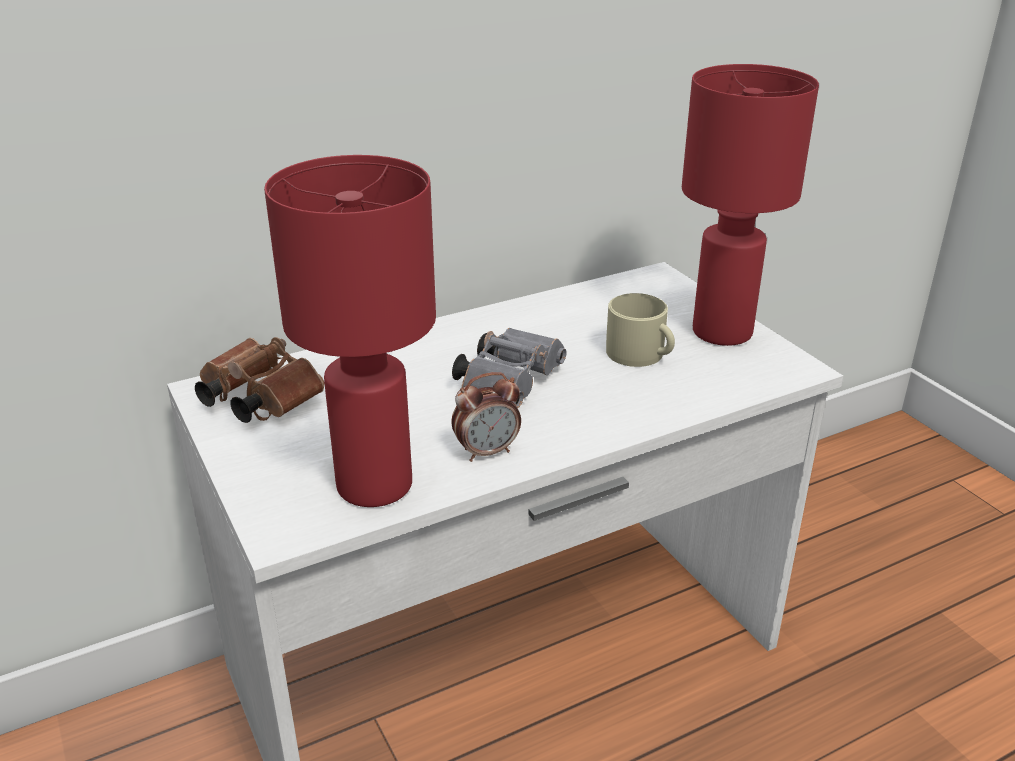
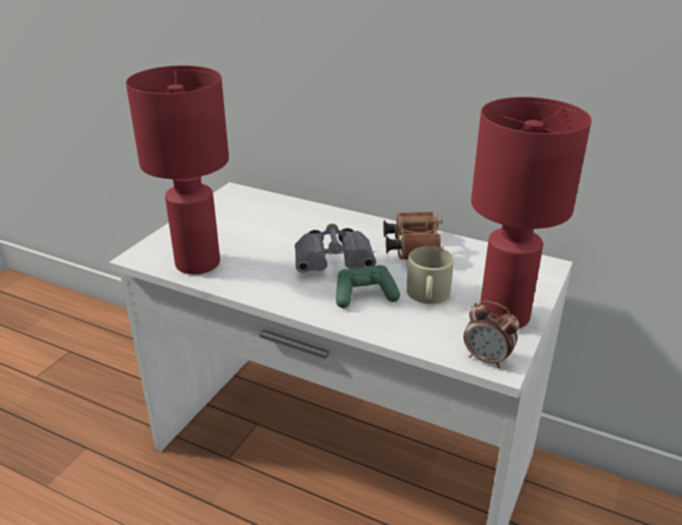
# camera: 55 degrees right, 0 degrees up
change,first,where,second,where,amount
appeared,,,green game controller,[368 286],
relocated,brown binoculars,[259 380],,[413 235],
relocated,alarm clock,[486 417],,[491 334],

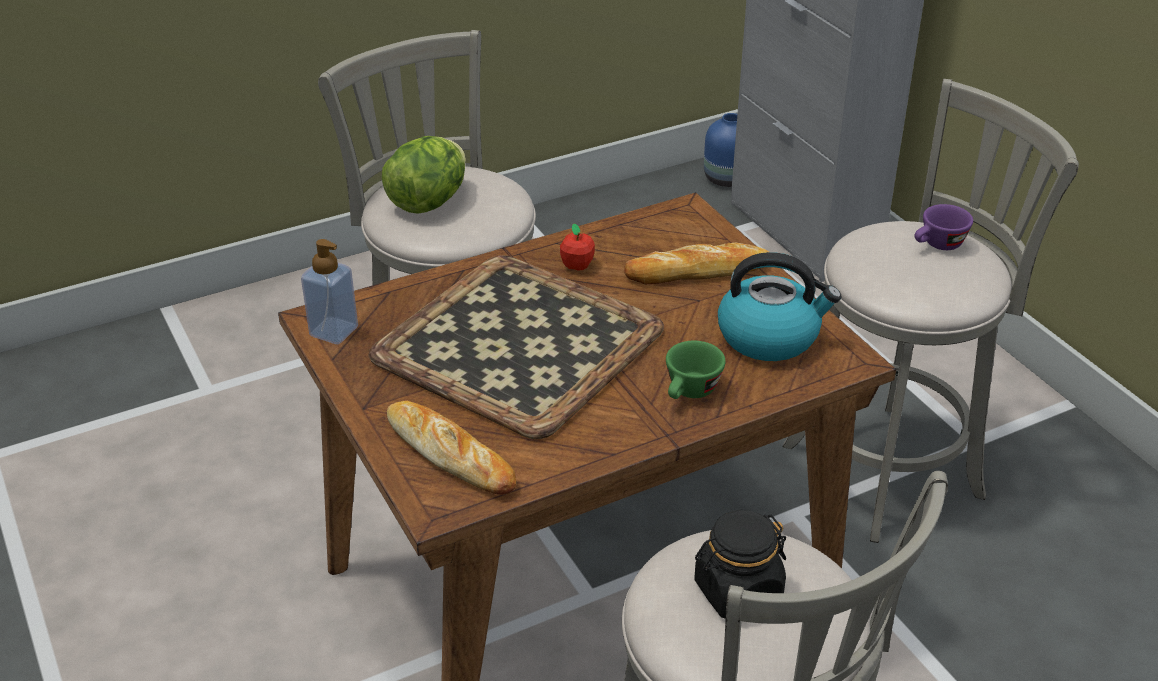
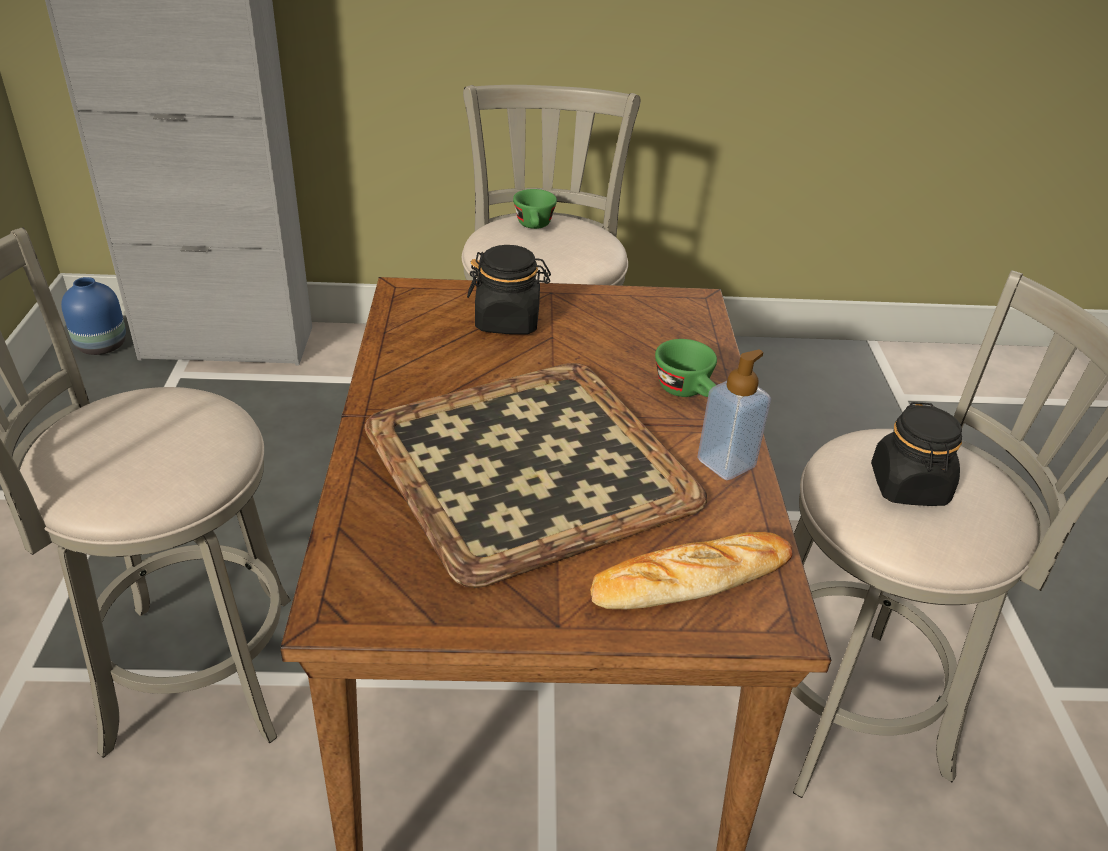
# camera: 65 degrees left, 0 degrees up
change,first,where,second,where,amount
missing,lettuce,[424 175],,,
missing,apple,[577 247],,,
missing,kettle,[779 306],,,
relocated,soap dispenser,[329 291],,[734 415],
exchanged,bread,[696 263],black jar,[509 289],
colour,purple cup,[943 227],green cup,[535 209],

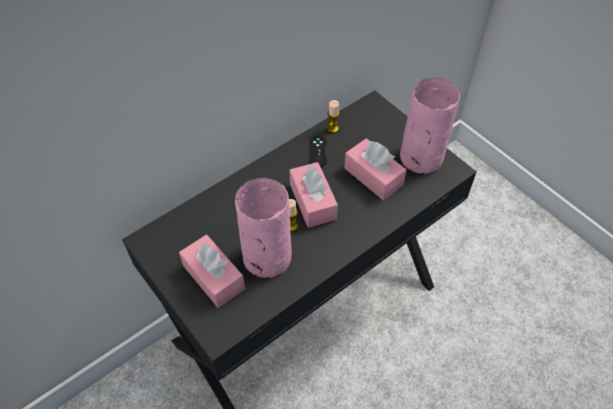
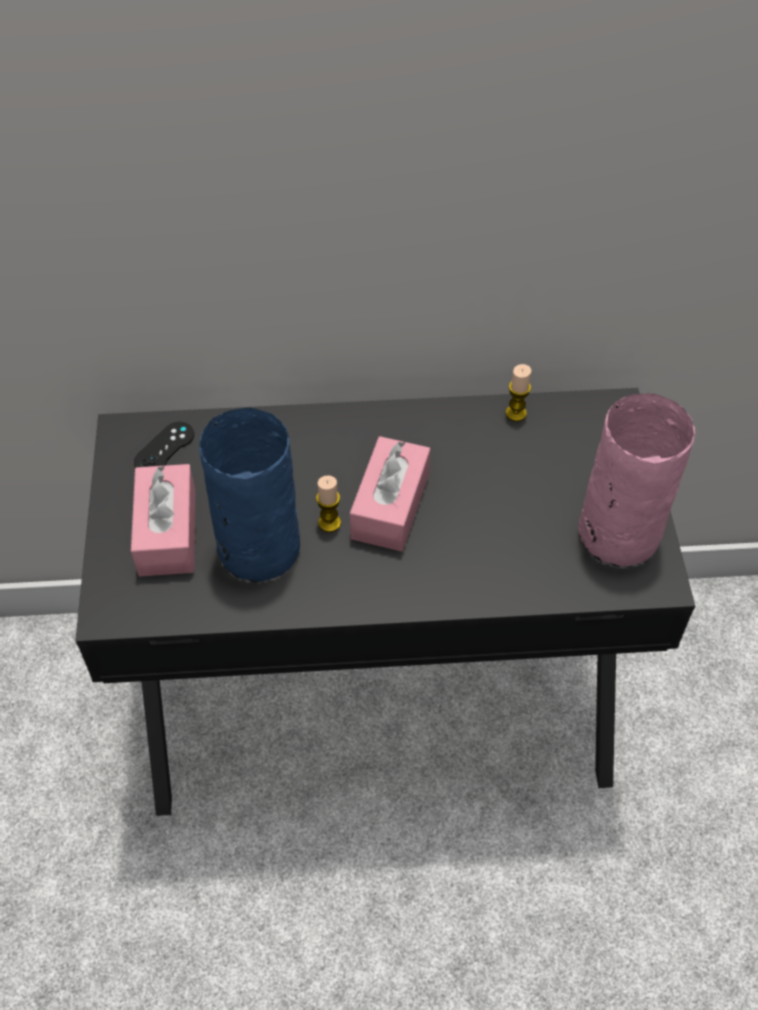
# camera: 35 degrees right, 0 degrees up
change,first,where,second,where,amount
missing,pink tissue box,[375 169],,,
relocated,black game controller,[318 151],,[164 445],
colour,pink vase,[263 228],blue vase,[249 495],

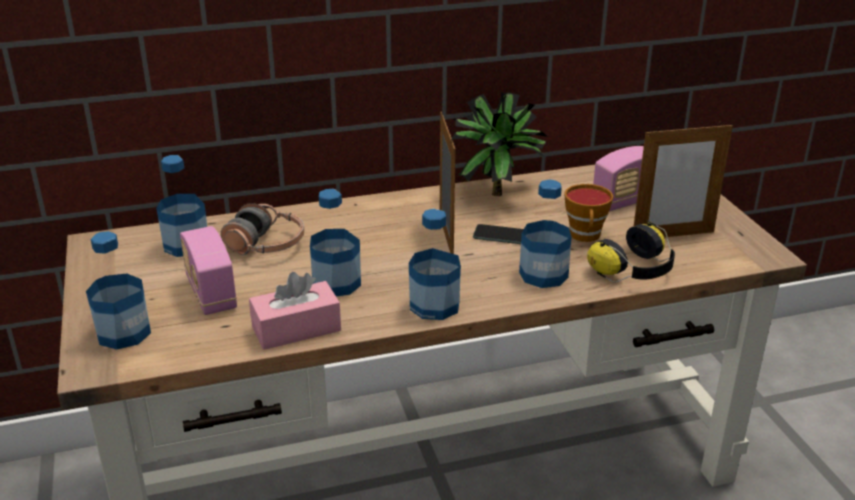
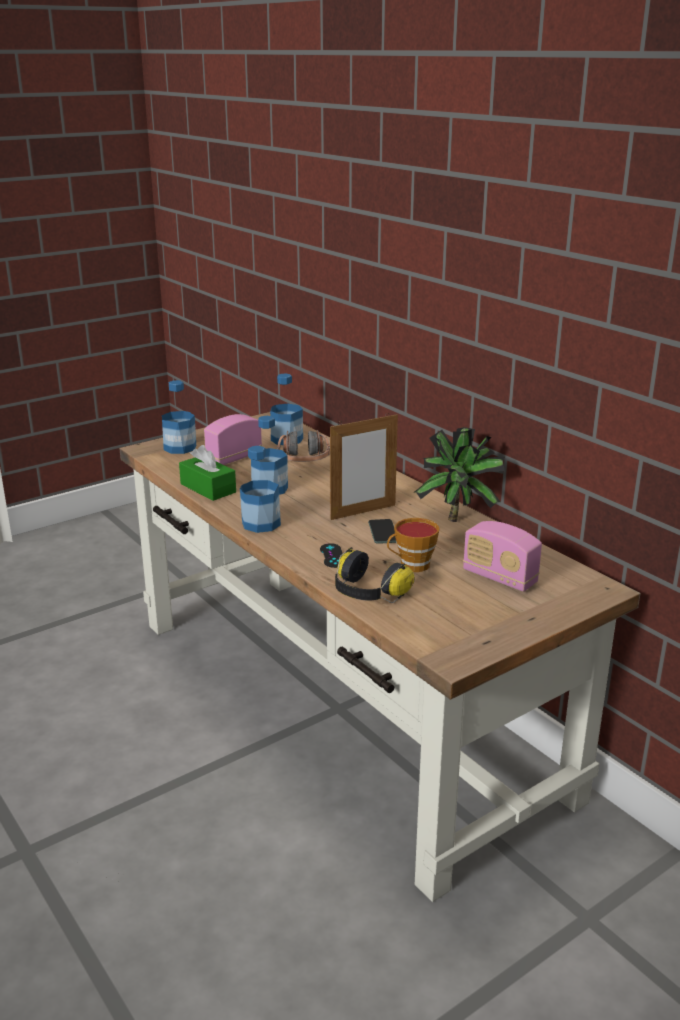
# camera: 70 degrees right, 5 degrees down
change,first,where,second,where,amount
missing,picture frame,[683 179],,,
exchanged,bottle,[545 234],black game controller,[331 555],
colour,pink tissue box,[295 311],green tissue box,[207 473],

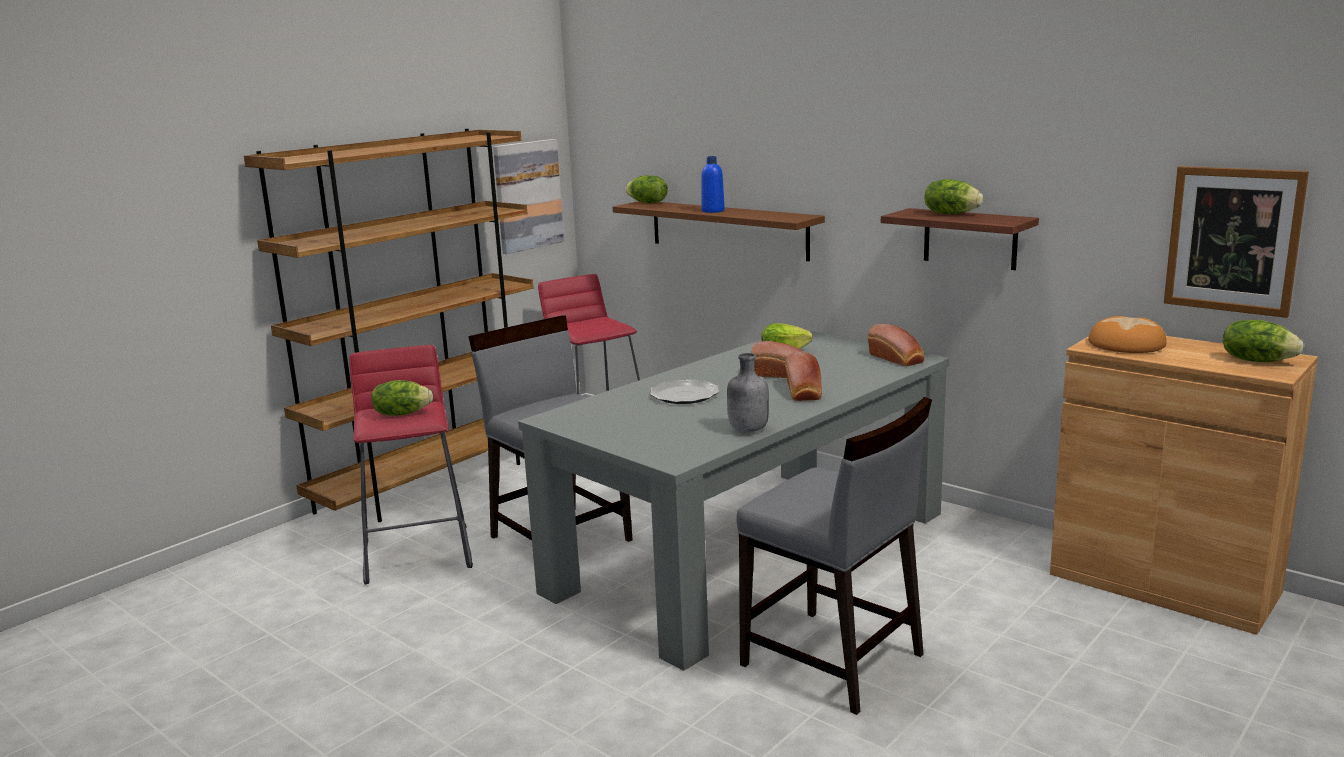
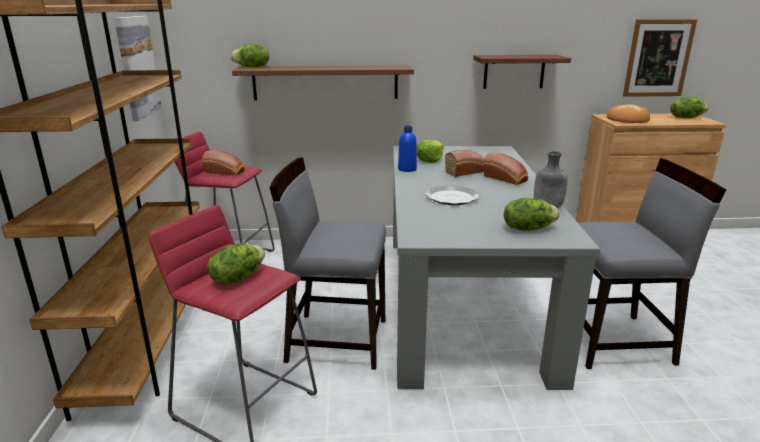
# camera: 45 degrees left, 5 degrees up
change,first,where,second,where,amount
relocated,blue bottle,[713 184],,[407 149],
relocated,bread,[896 345],,[223 163],
relocated,lettuce,[953 196],,[532 214],

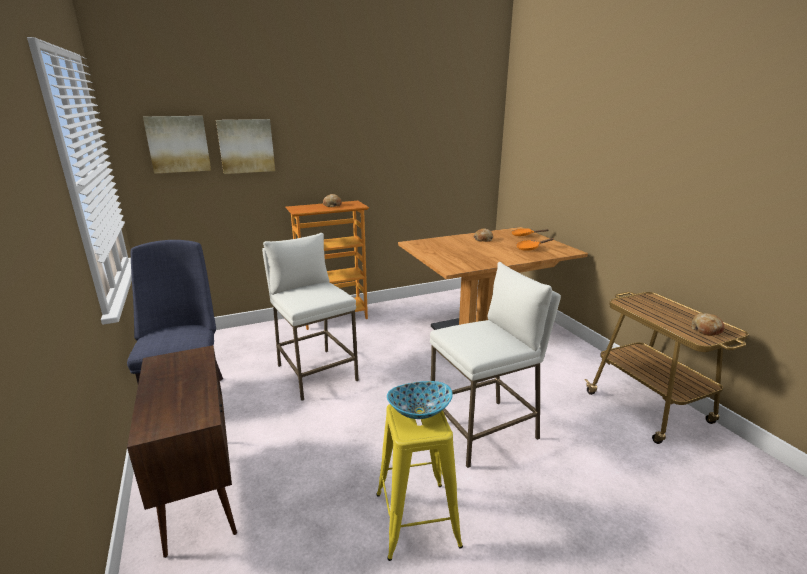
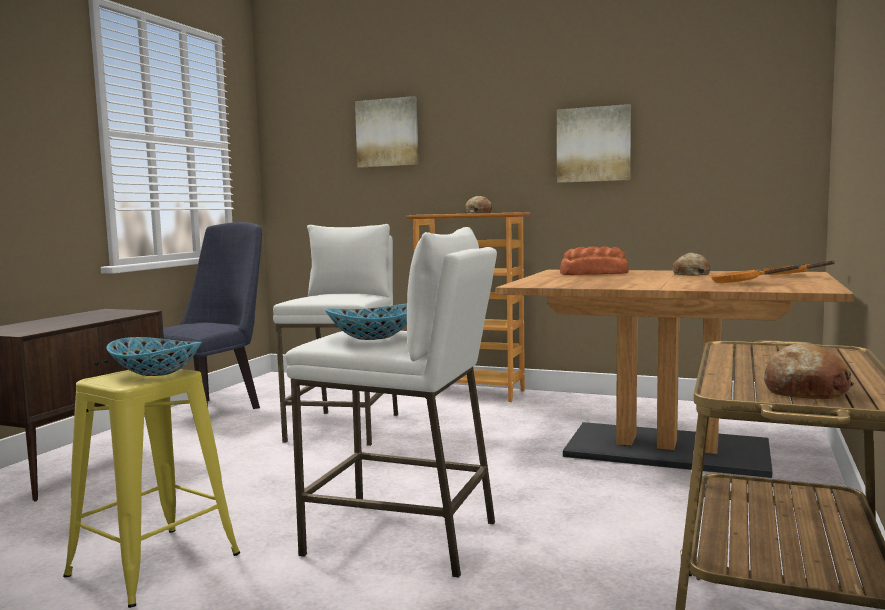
# camera: 45 degrees right, 15 degrees down
change,first,where,second,where,amount
appeared,,,bowl,[366 322],
appeared,,,bread,[594 260],
relocated,picture,[177 145],,[594 143],

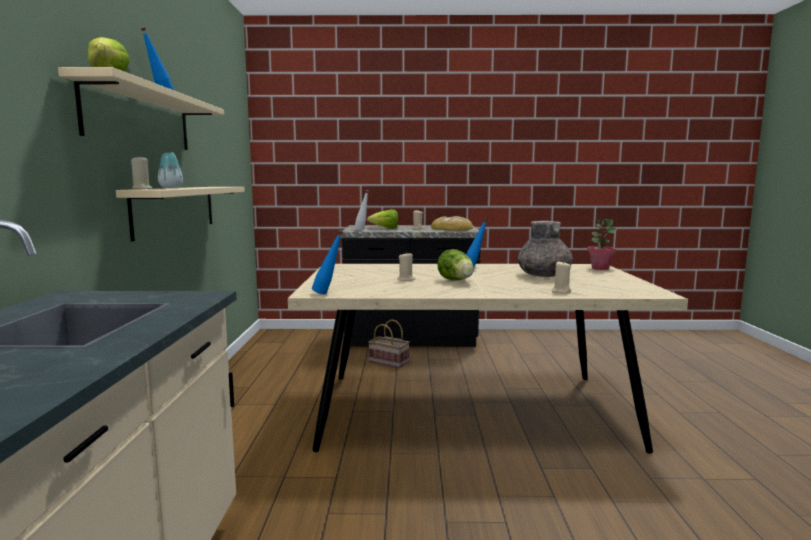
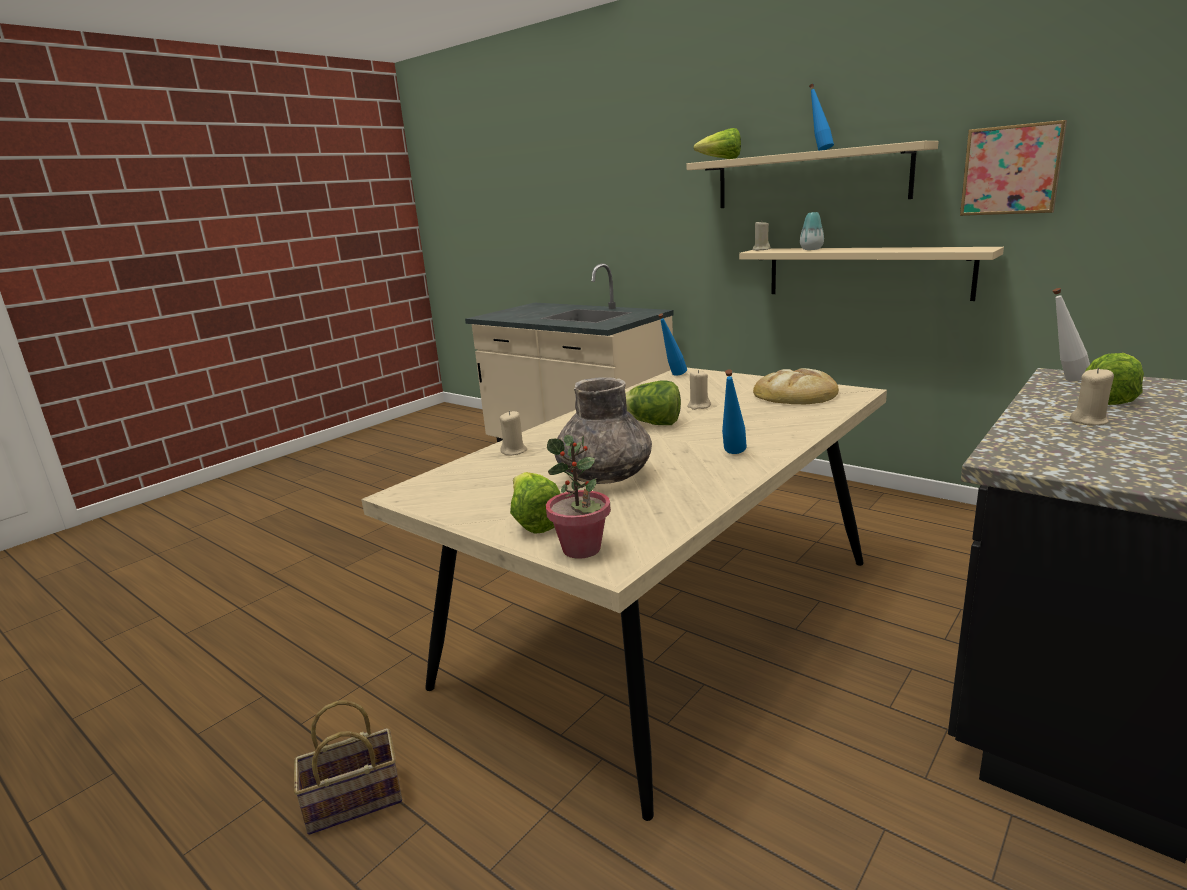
# camera: 130 degrees right, 10 degrees up
change,first,where,second,where,amount
appeared,,,lettuce,[535 503],
appeared,,,picture,[1013 168],
relocated,basket,[388 343],,[348 768],
relocated,bread,[452 223],,[796 386],

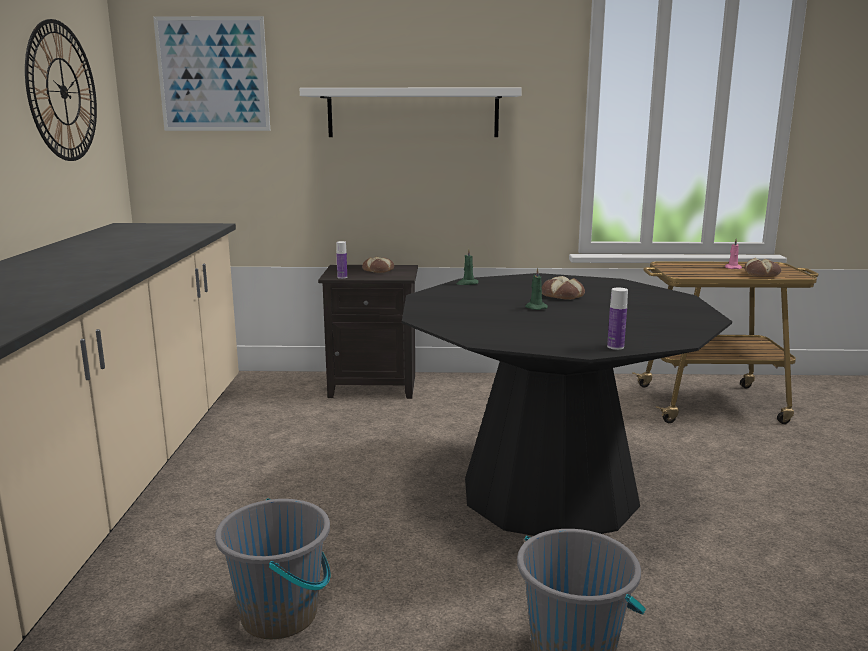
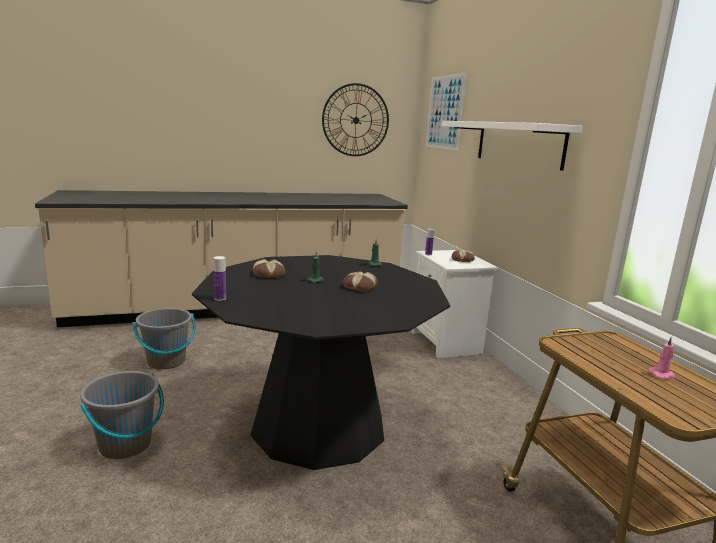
# camera: 70 degrees right, 0 degrees up
change,first,where,second,where,amount
relocated,bread,[762 267],,[268 268],
colour,black nightstand,[368 332],white nightstand,[455 304],

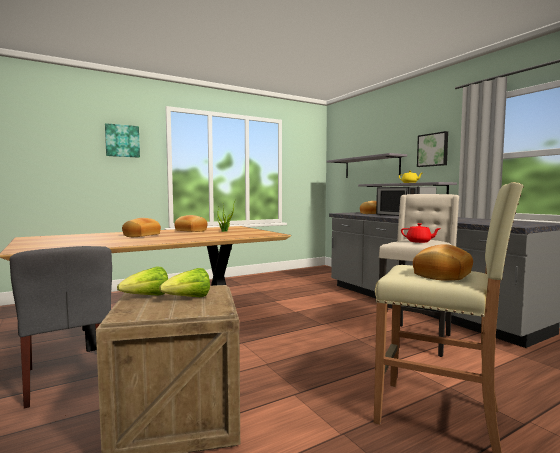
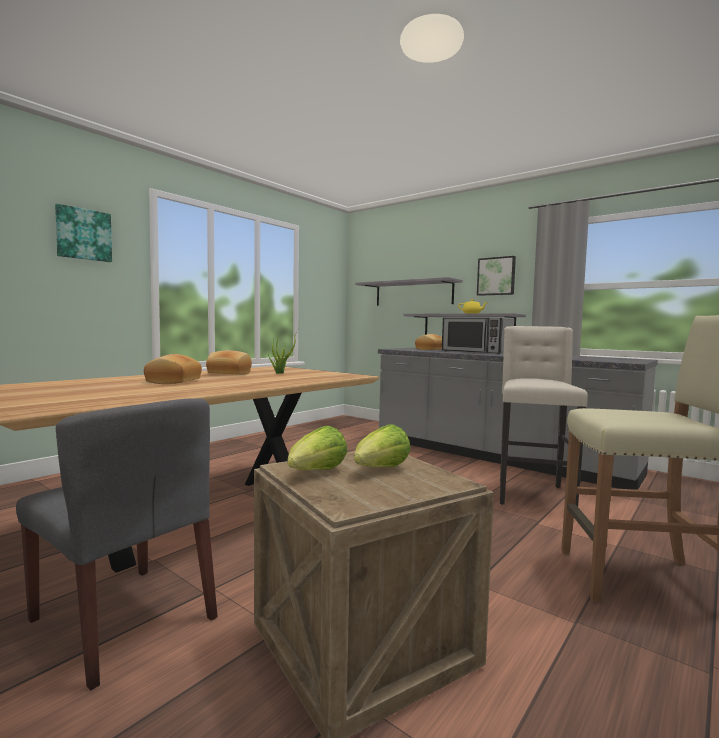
# camera: 20 degrees left, 0 degrees up
change,first,where,second,where,amount
missing,red teapot,[421 233],,,
missing,bread,[443 262],,,

